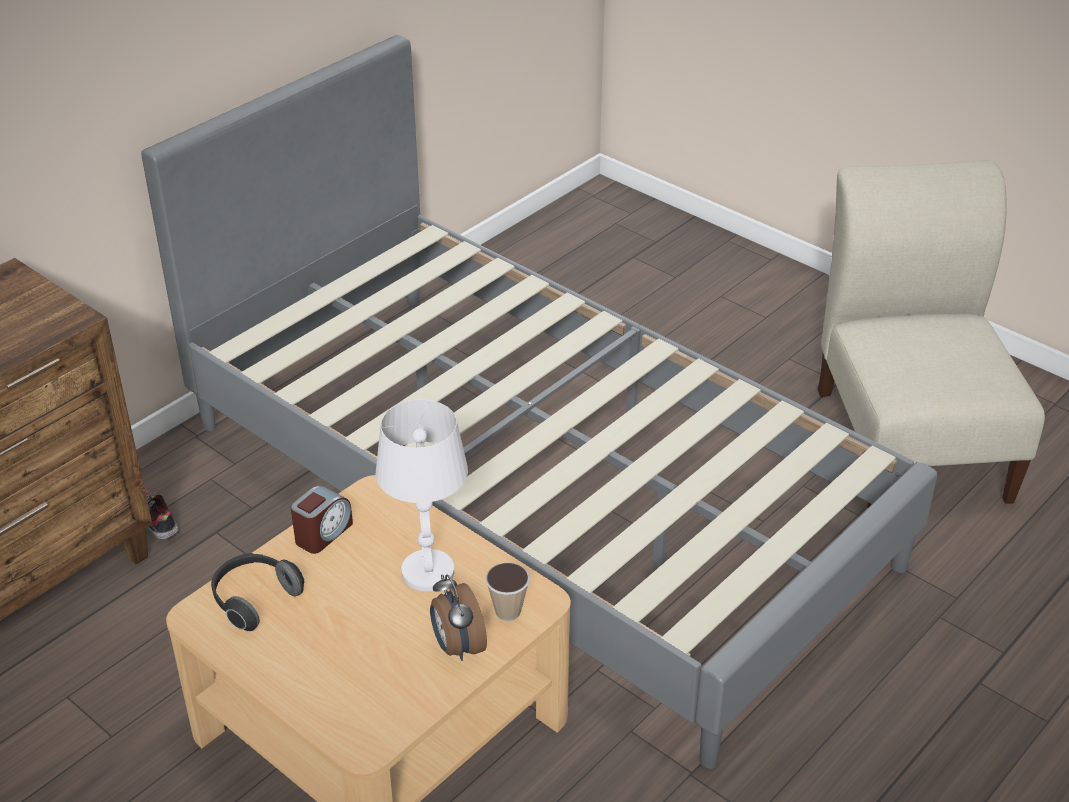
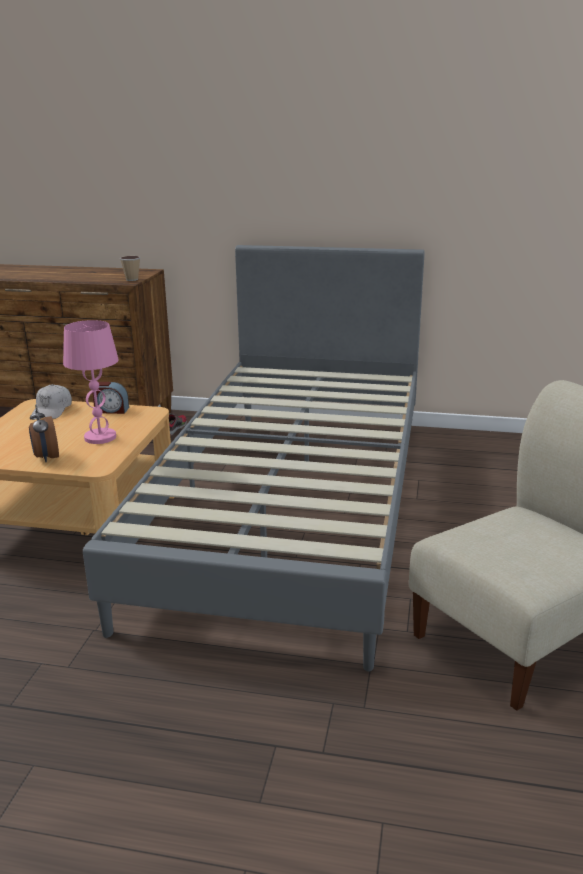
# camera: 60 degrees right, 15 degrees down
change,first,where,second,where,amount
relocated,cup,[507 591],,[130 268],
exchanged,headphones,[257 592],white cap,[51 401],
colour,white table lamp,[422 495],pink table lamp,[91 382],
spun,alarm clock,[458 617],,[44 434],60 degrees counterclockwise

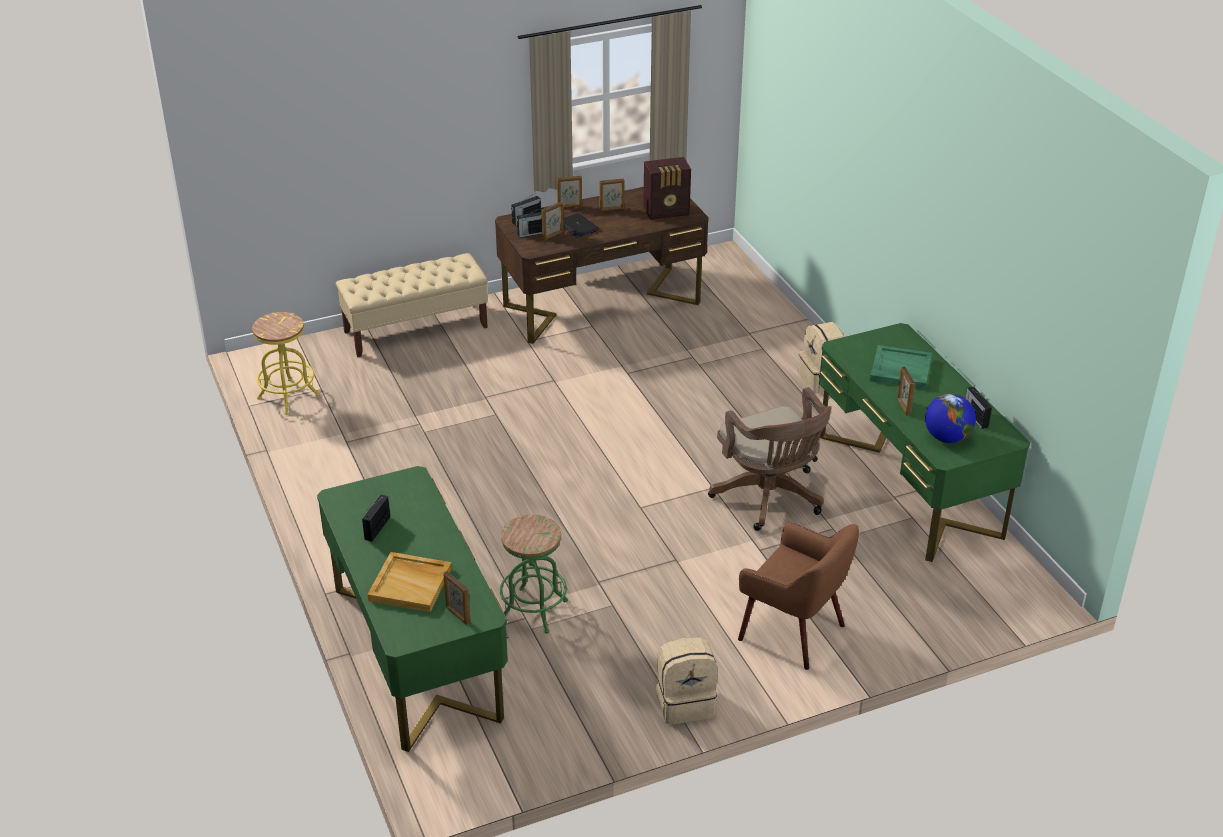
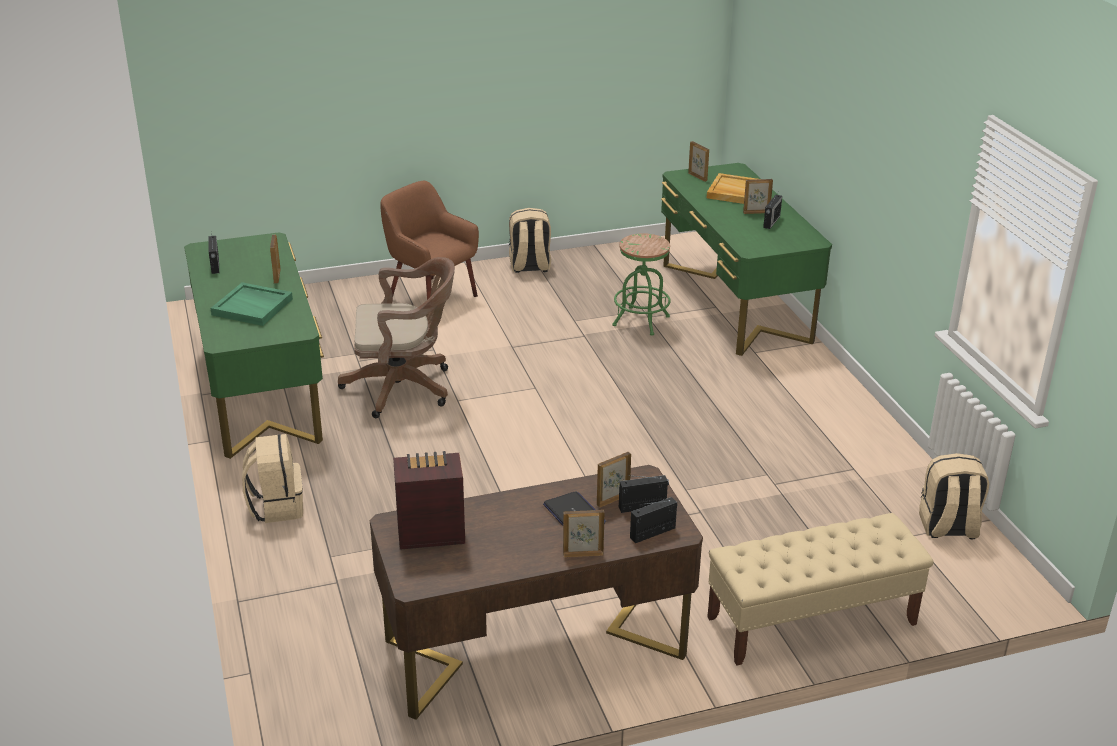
# camera: 175 degrees left, 5 degrees down
change,first,where,second,where,amount
missing,globe,[950 418],,,
relocated,picture frame,[612 195],,[758 196],
exchanged,yellow stool,[286 363],beige backpack,[954 496],
spun,brown office chair,[770 459],,[396 337],105 degrees clockwise

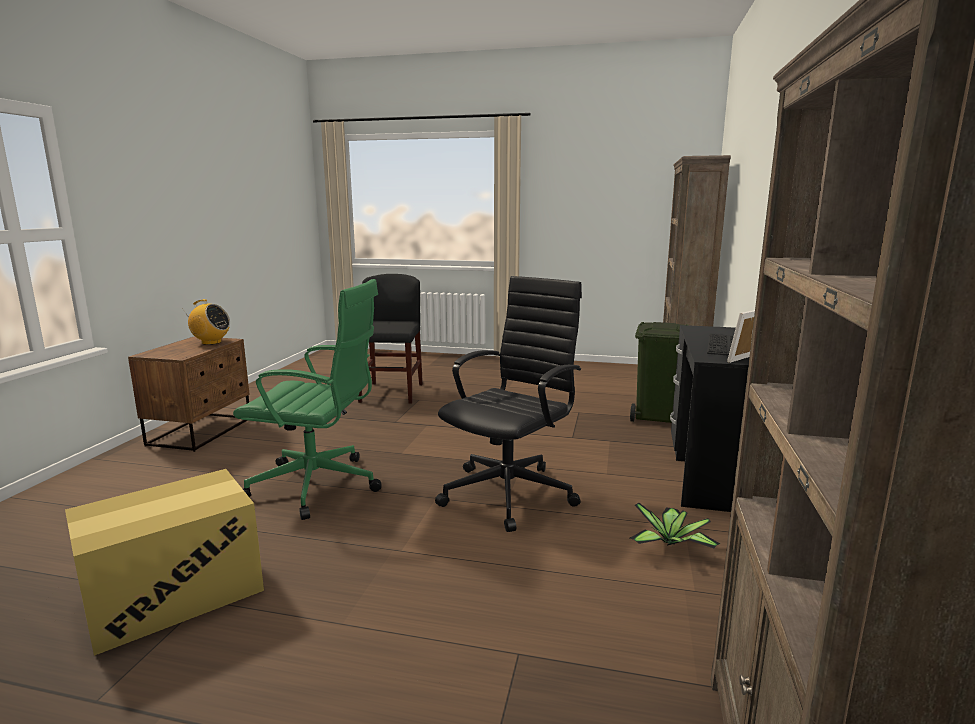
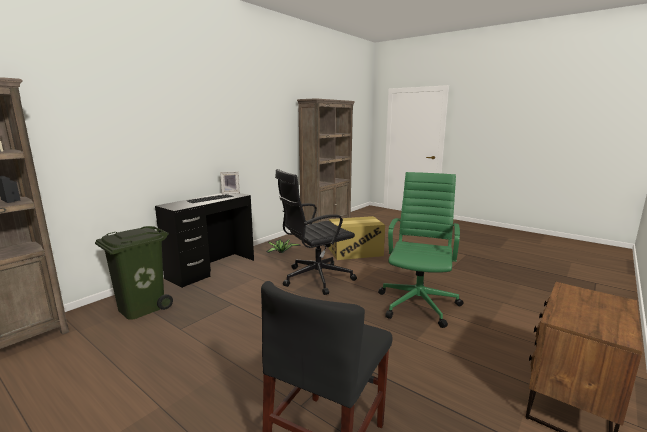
# camera: 155 degrees left, 0 degrees up
change,first,where,second,where,amount
missing,radio,[207 322],,,
relocated,cardboard box,[164 562],,[357 238],
spun,green office chair,[307 399],,[421 250],75 degrees clockwise

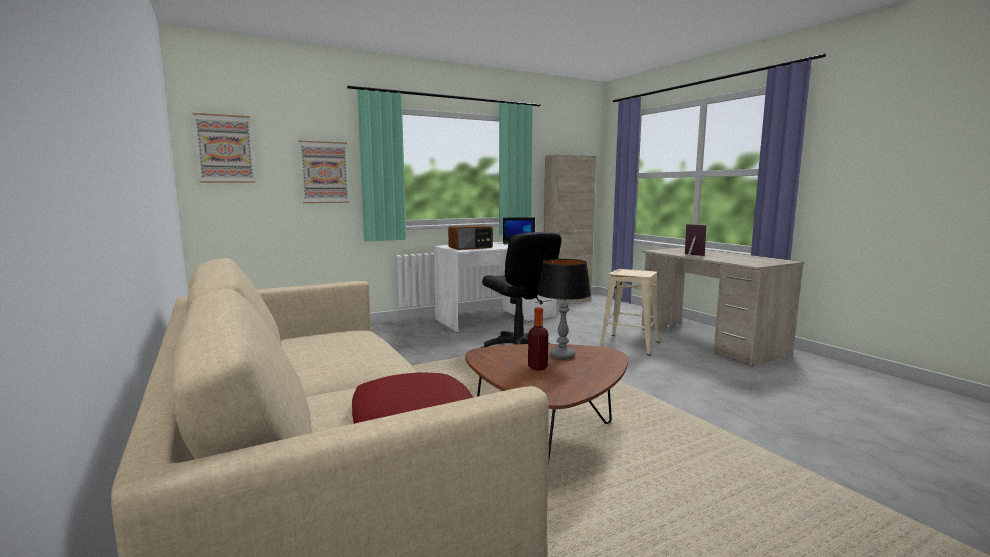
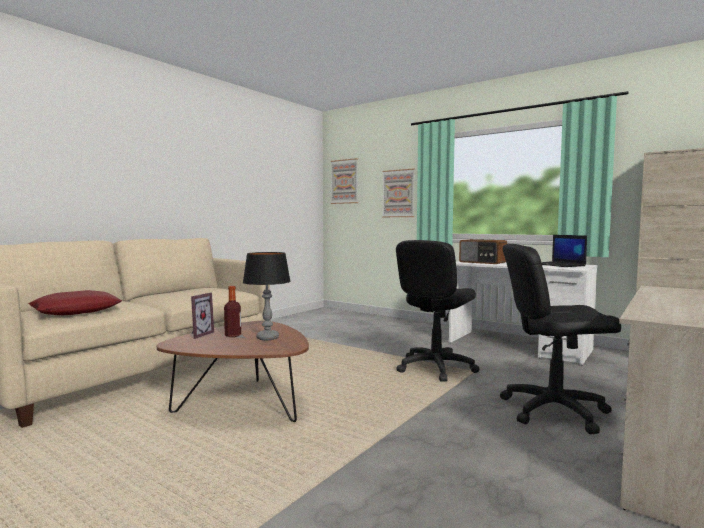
# camera: 65 degrees right, 5 degrees down
change,first,where,second,where,amount
relocated,picture frame,[695 240],,[202 315],
exchanged,beige stool,[629 312],black office chair,[560 339],

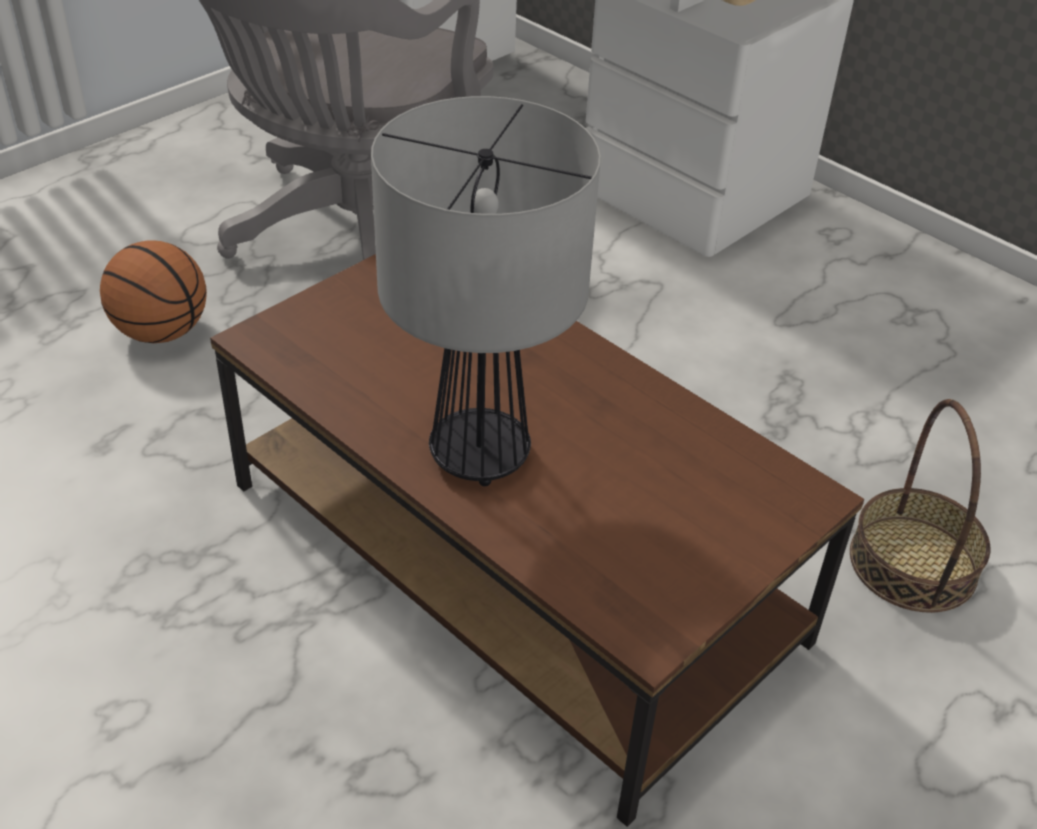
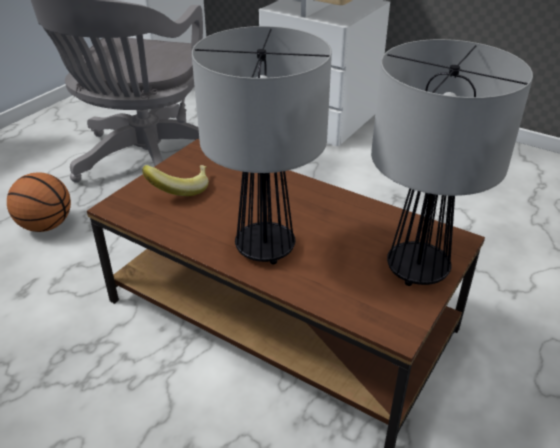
# camera: 10 degrees left, 5 degrees down
change,first,where,second,where,amount
missing,basket,[920 506],,,
appeared,,,banana,[175 180],
appeared,,,table lamp,[452 162],

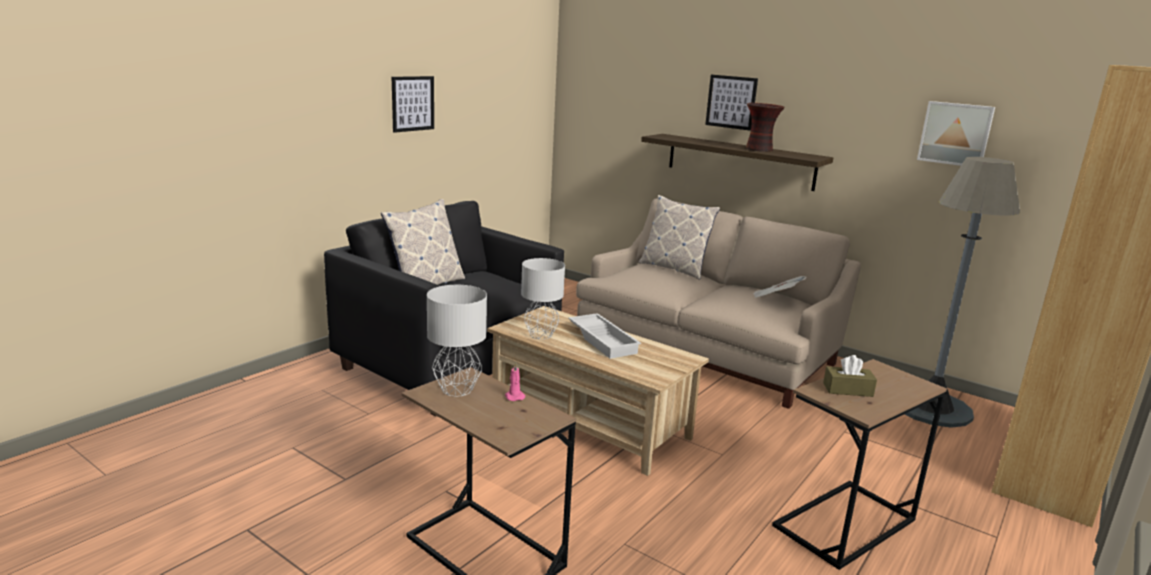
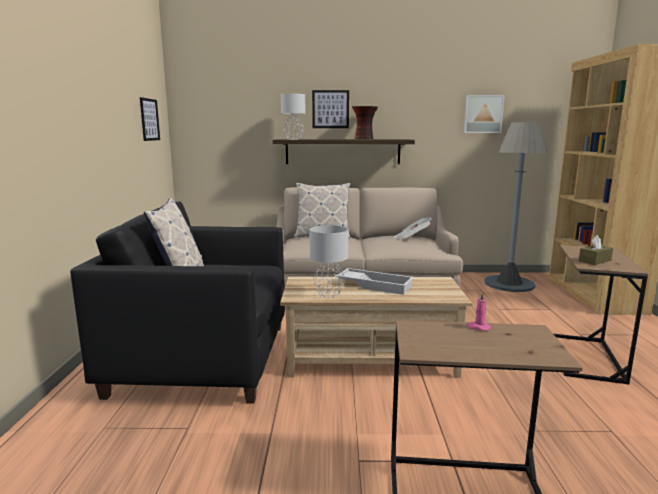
# camera: 35 degrees left, 5 degrees down
change,first,where,second,where,amount
relocated,picture,[413 104],,[150 119],
relocated,grey table lamp,[457 341],,[293 117],

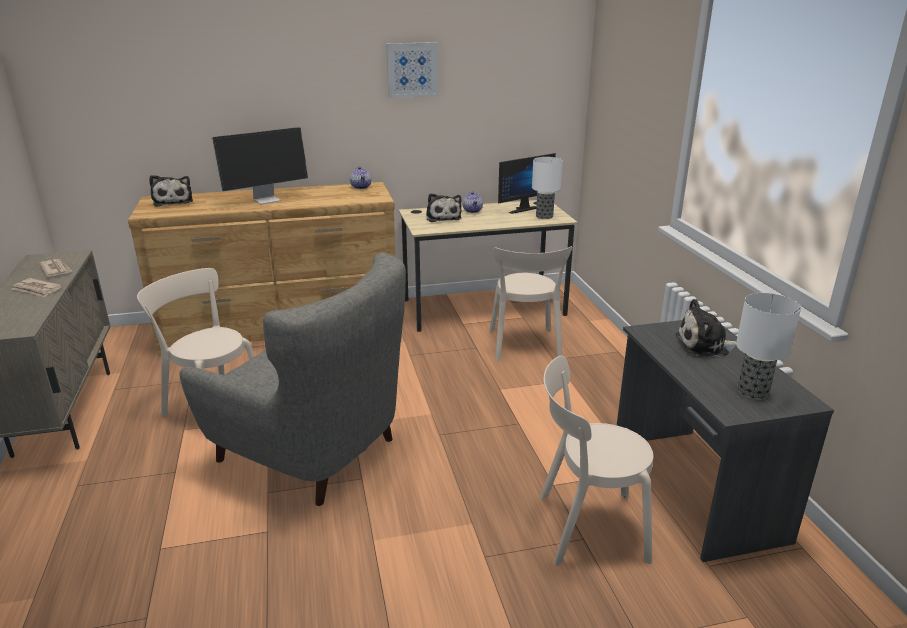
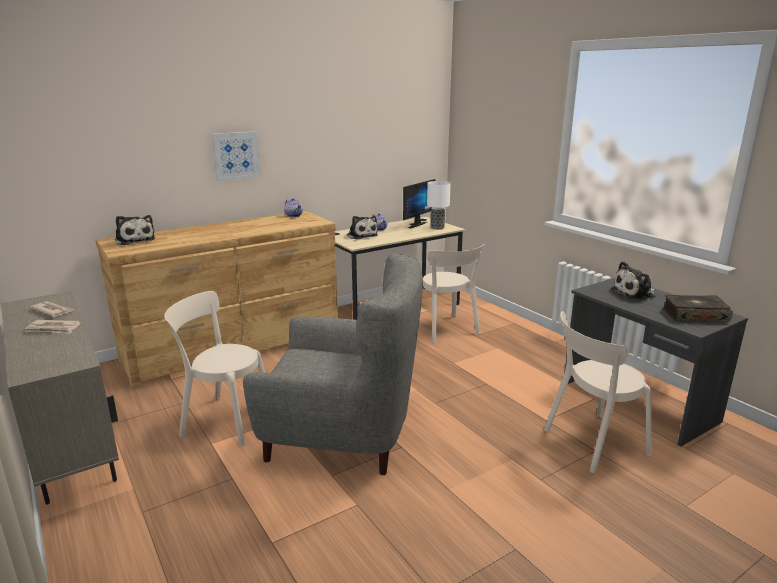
# camera: 20 degrees left, 5 degrees down
change,first,where,second,where,amount
missing,monitor,[260 165],,,
relocated,picture,[412 70],,[236 156],
exchanged,table lamp,[768 346],book,[697 309],

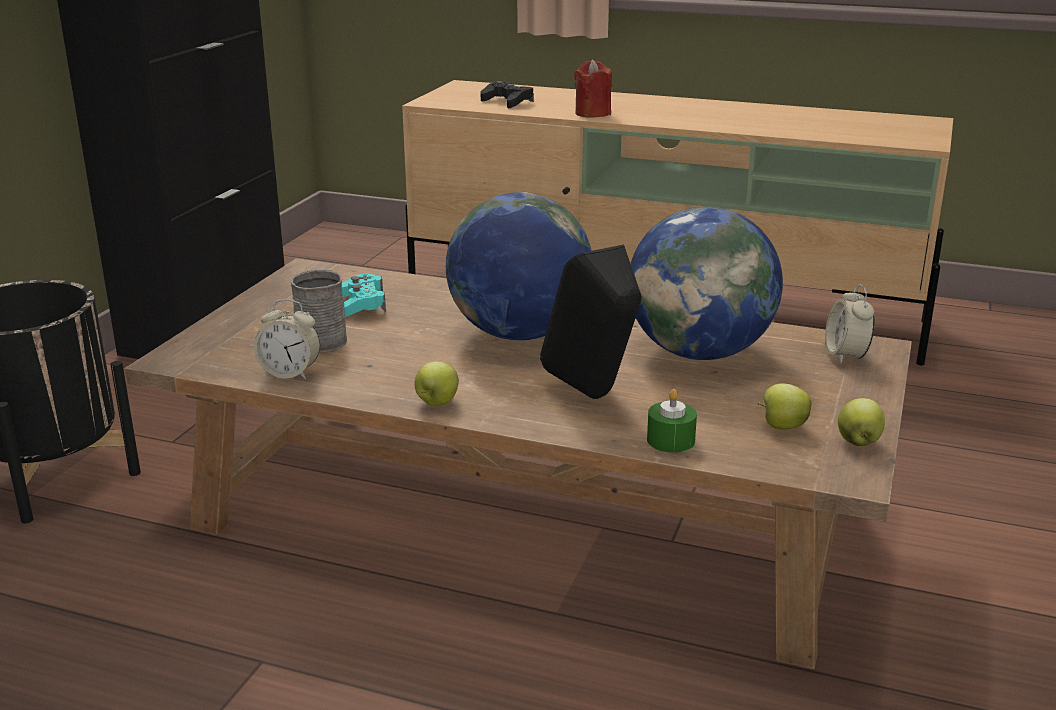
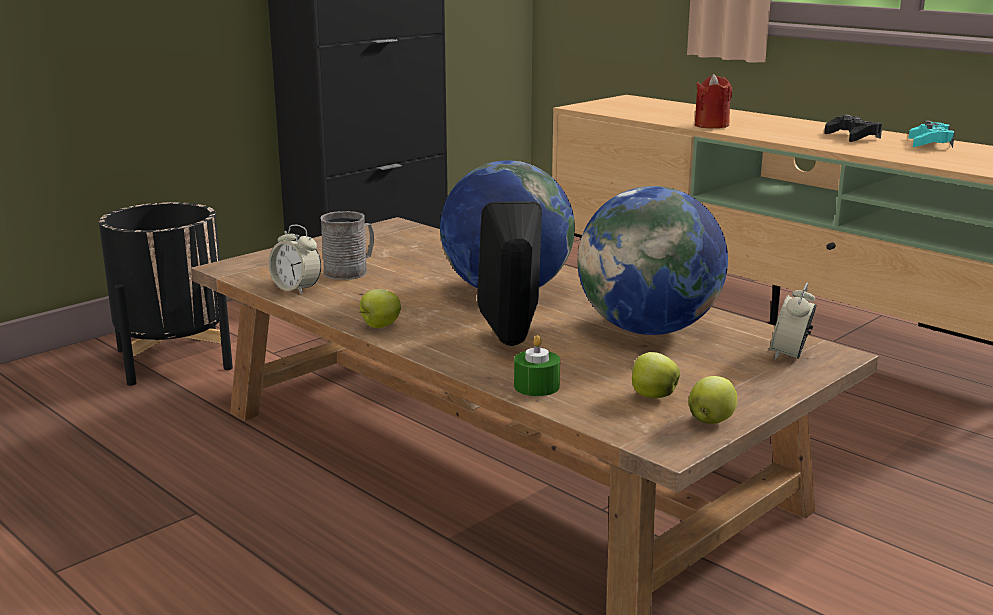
# camera: 25 degrees right, 5 degrees down
change,first,where,second,where,amount
relocated,turquoise game controller,[364 295],,[931 134],
relocated,black game controller,[507 94],,[853 128],

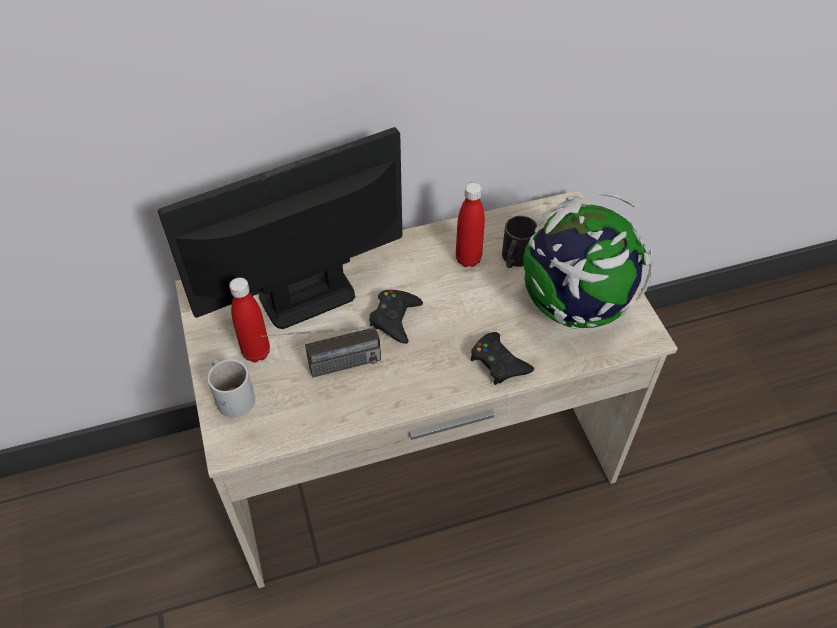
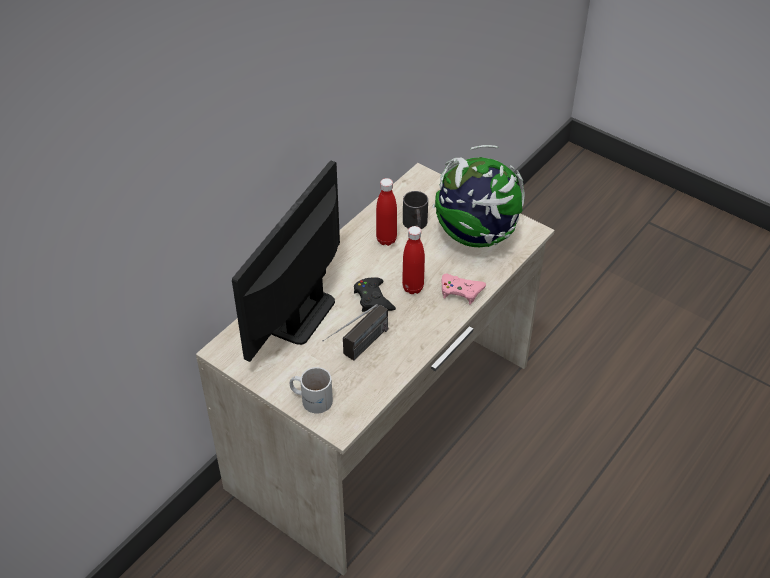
# camera: 35 degrees left, 5 degrees down
change,first,where,second,where,amount
relocated,red bottle,[249 319],,[413 260],
colour,black game controller,[502 358],pink game controller,[463 289],

